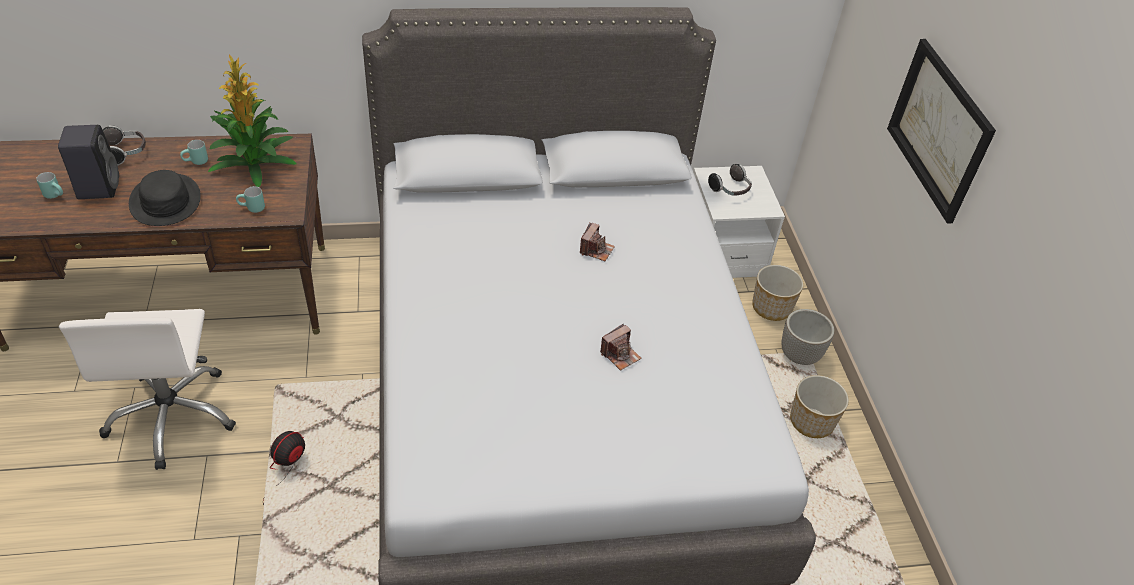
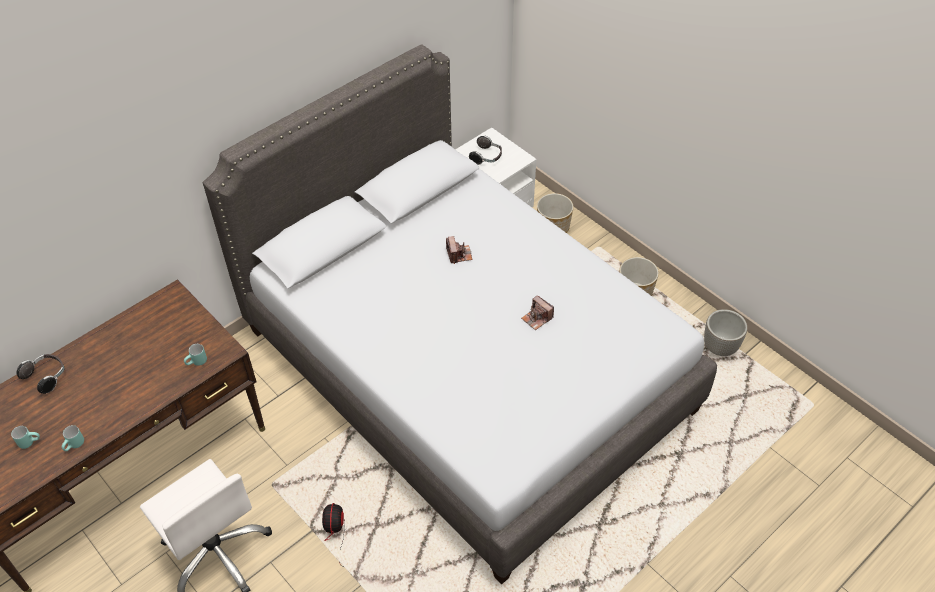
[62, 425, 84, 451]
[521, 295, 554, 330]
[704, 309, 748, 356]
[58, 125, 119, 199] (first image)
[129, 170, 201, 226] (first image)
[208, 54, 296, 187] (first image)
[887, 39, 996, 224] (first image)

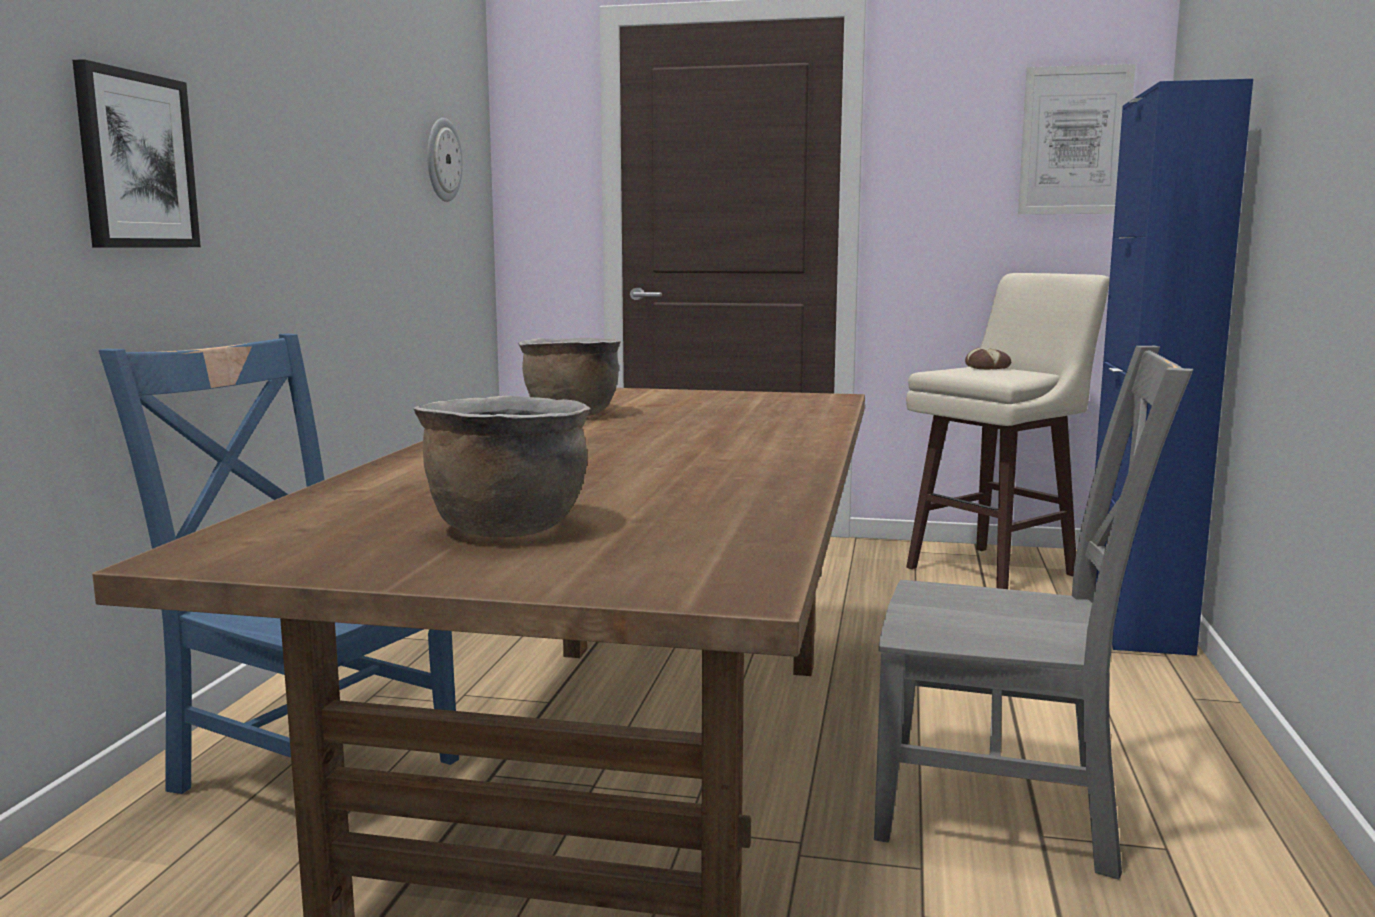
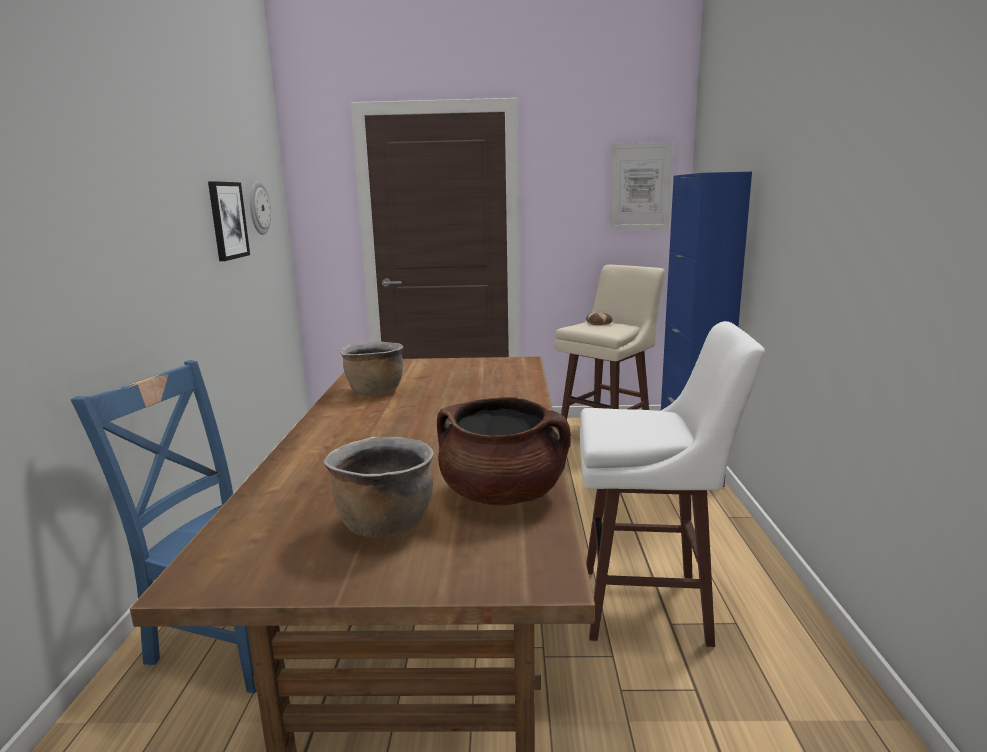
[208, 181, 250, 261]
[437, 397, 571, 505]
[580, 321, 765, 647]

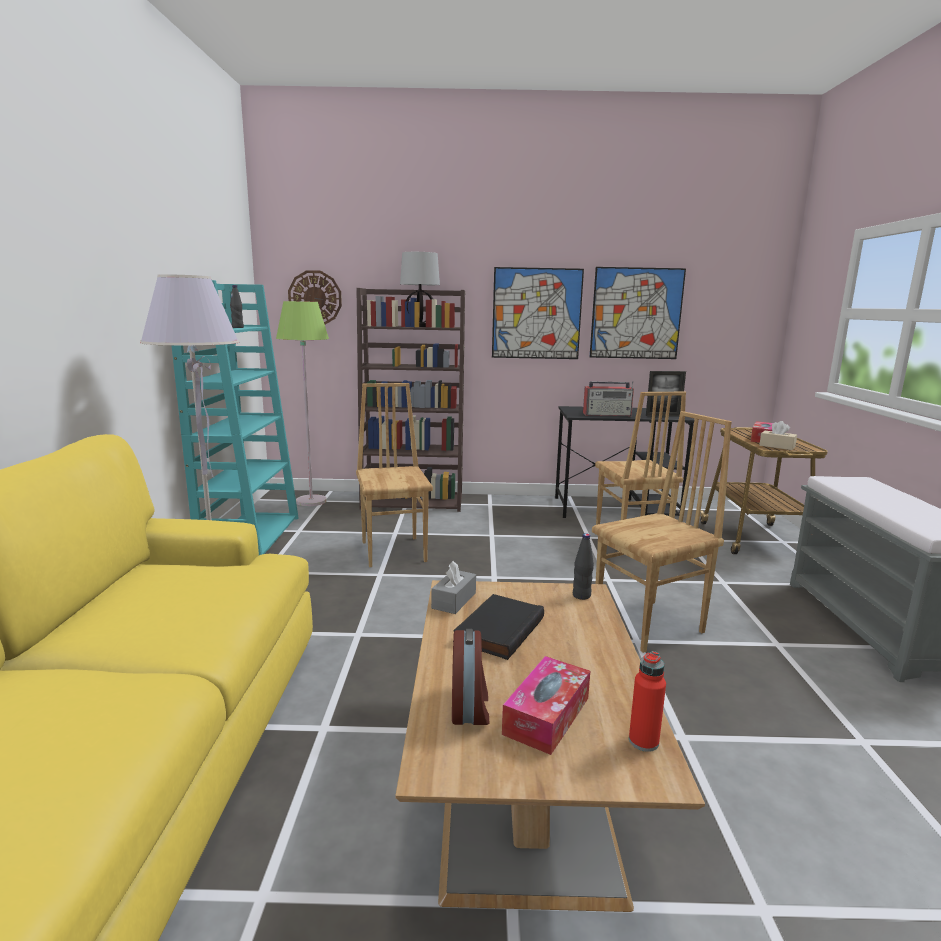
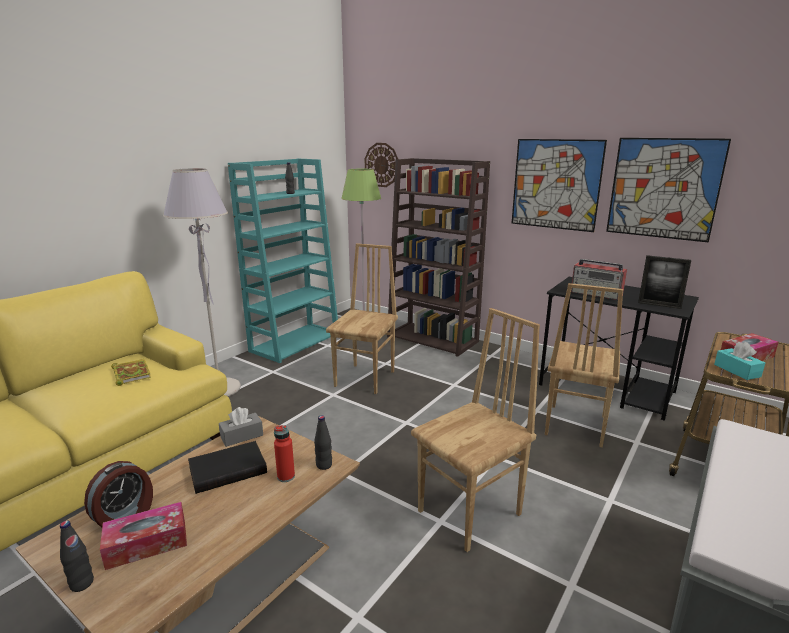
[60, 521, 94, 592]
[111, 359, 151, 386]
[274, 425, 295, 482]
[411, 308, 540, 552]
[714, 342, 765, 380]
[400, 252, 440, 327] (first image)

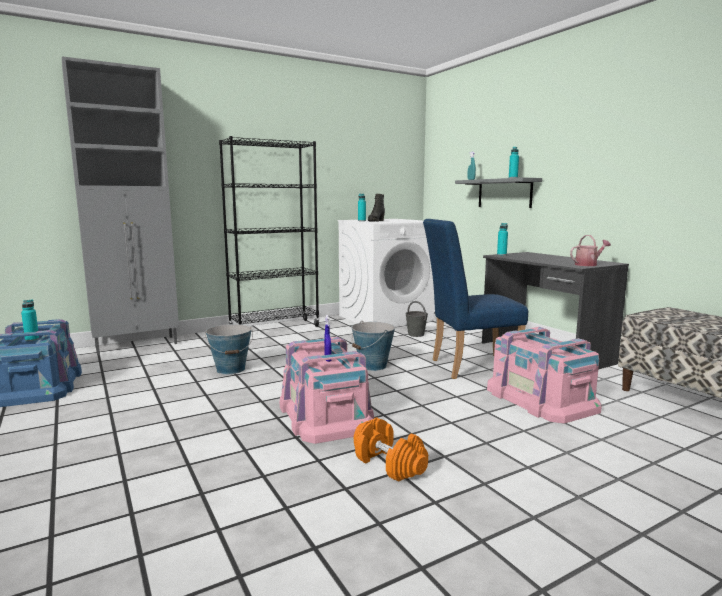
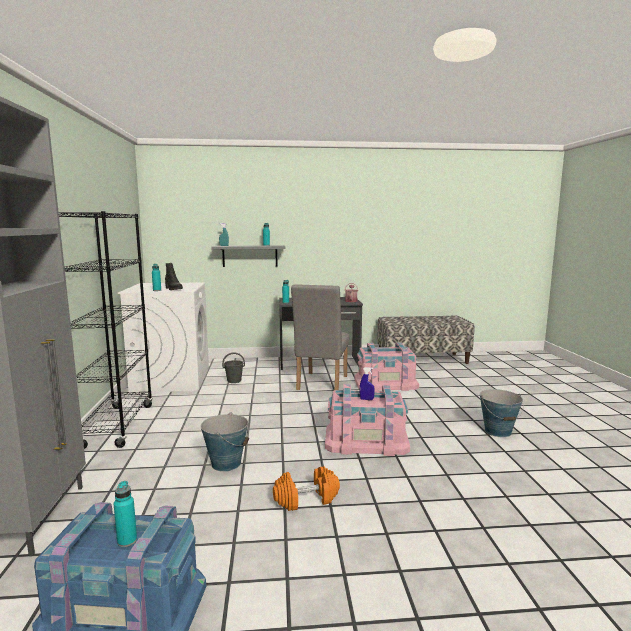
[273, 466, 340, 511]
[291, 284, 349, 390]
[480, 389, 524, 437]

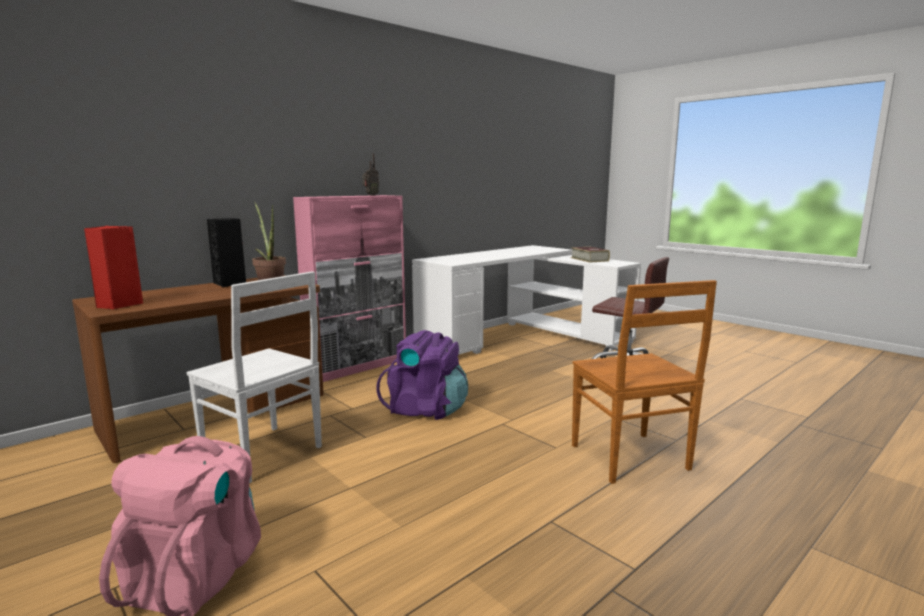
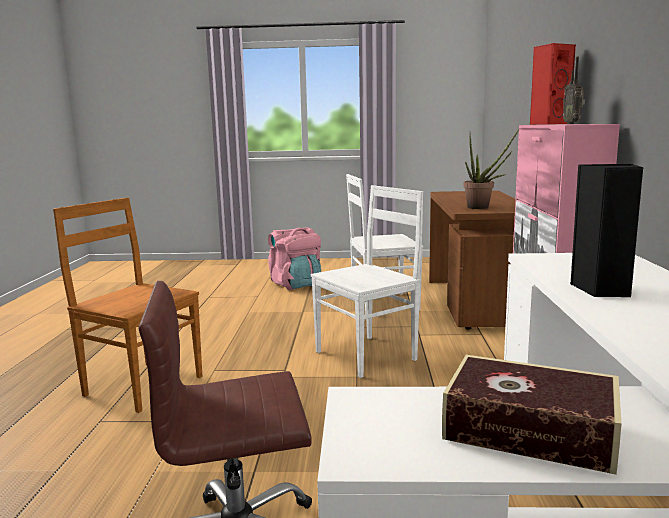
[311, 185, 423, 378]
[530, 43, 576, 125]
[569, 164, 643, 297]

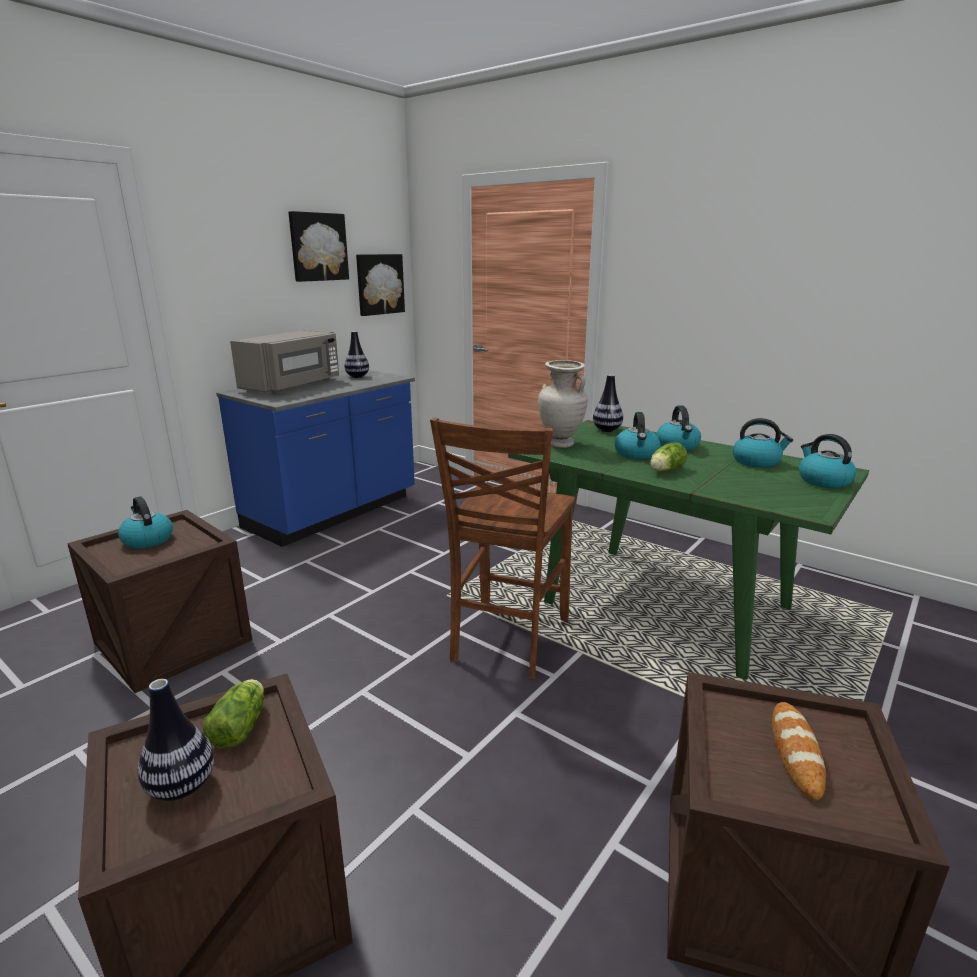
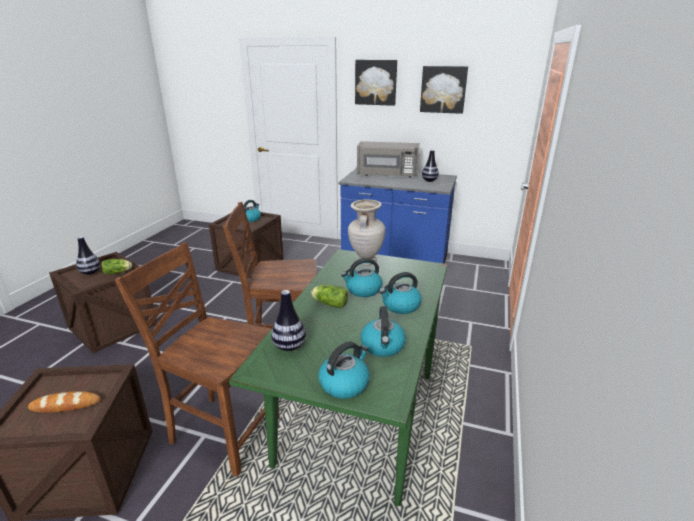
[115, 242, 280, 477]
[271, 290, 306, 351]
[355, 60, 397, 106]

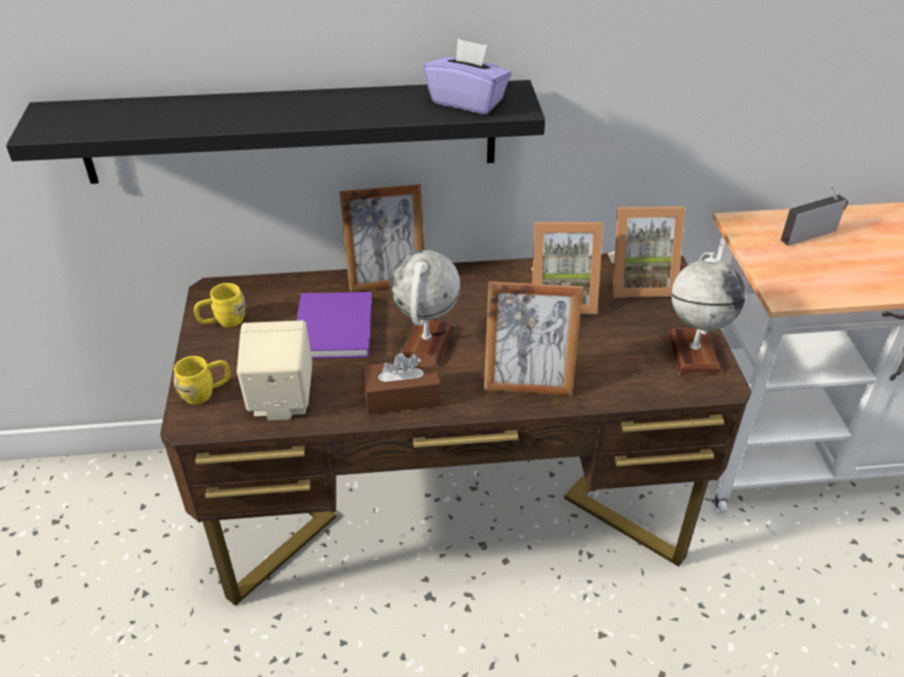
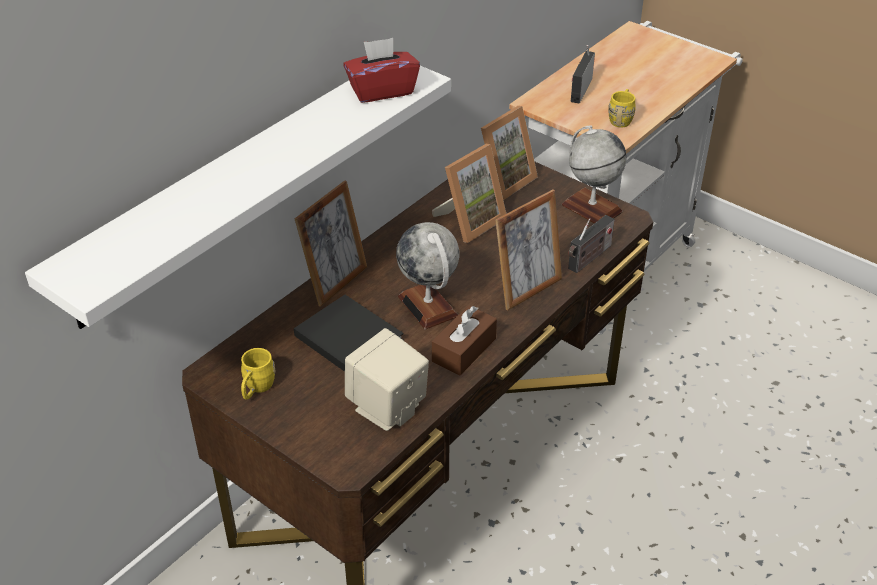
[25, 66, 451, 329]
[294, 295, 404, 372]
[343, 38, 420, 103]
[568, 215, 615, 273]
[608, 89, 636, 128]

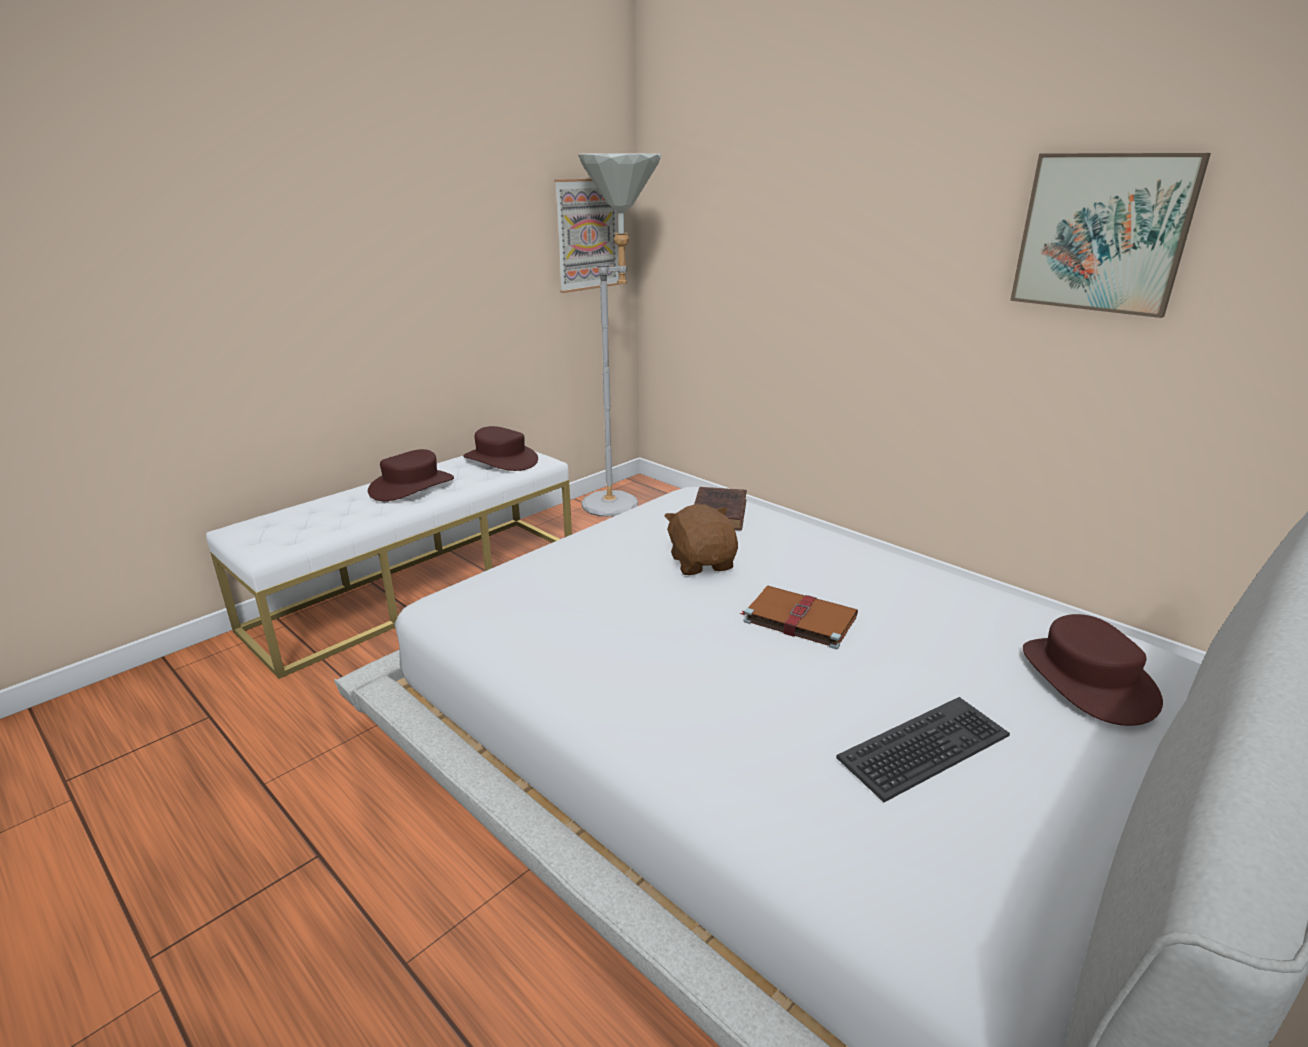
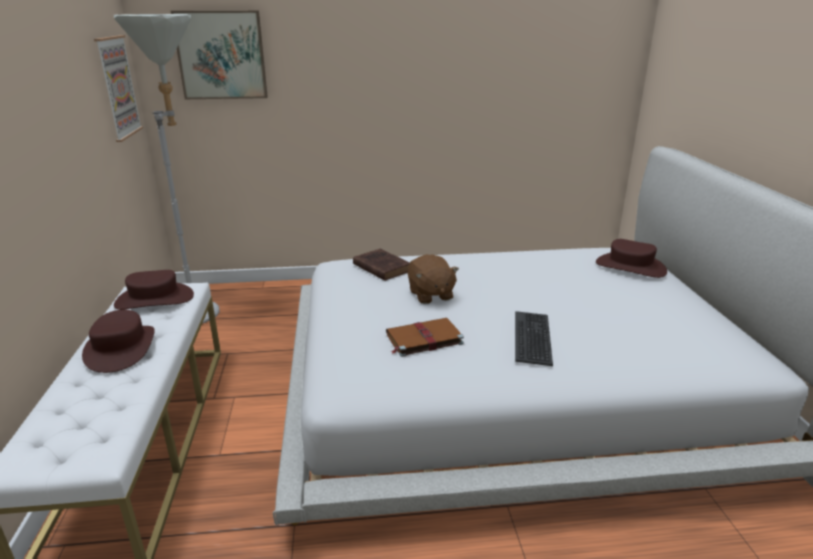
[171, 11, 268, 99]
[386, 318, 464, 357]
[408, 254, 459, 304]
[515, 311, 553, 366]

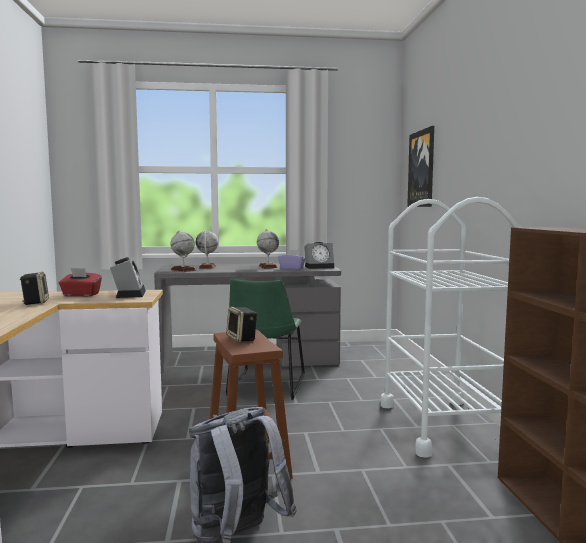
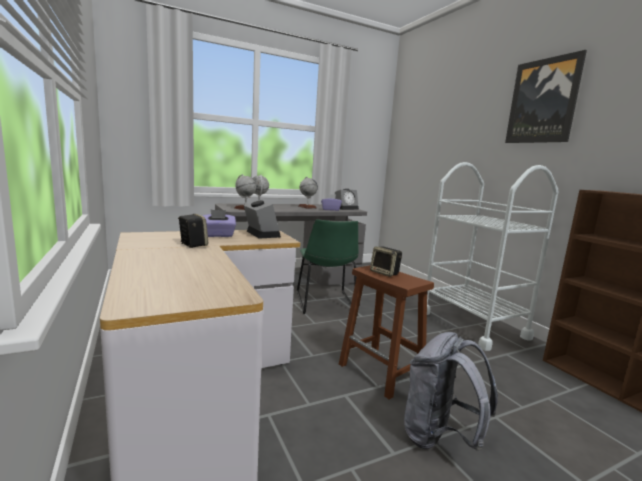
[202, 210, 236, 237]
[505, 50, 587, 143]

